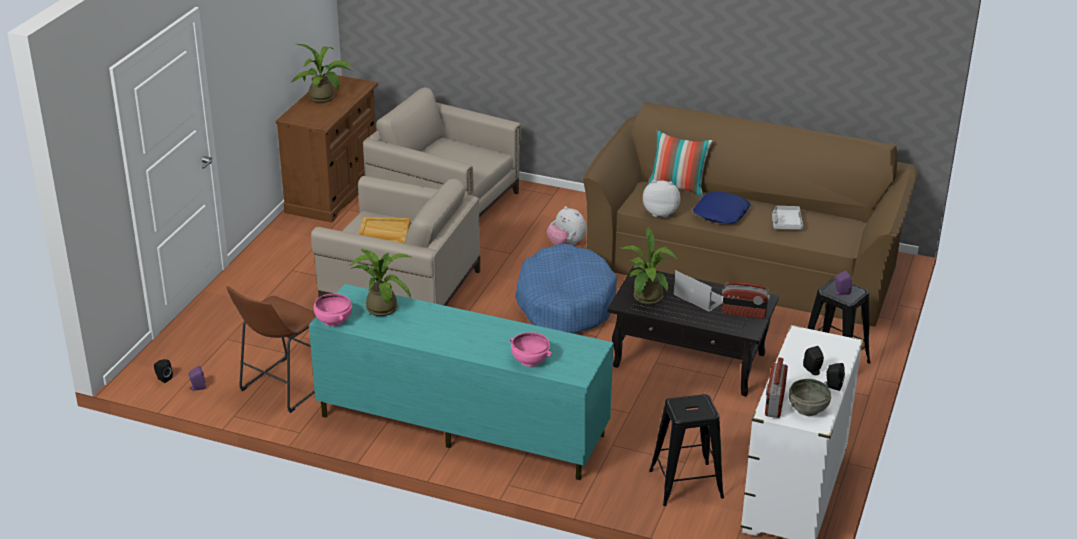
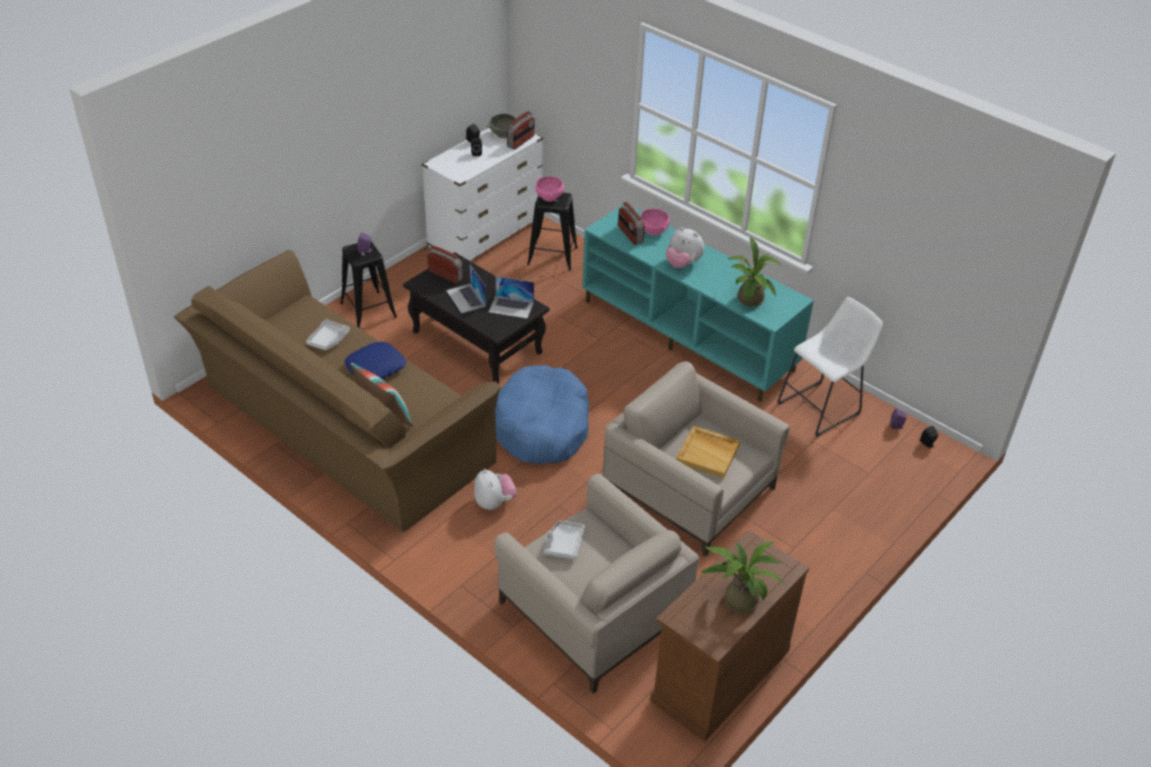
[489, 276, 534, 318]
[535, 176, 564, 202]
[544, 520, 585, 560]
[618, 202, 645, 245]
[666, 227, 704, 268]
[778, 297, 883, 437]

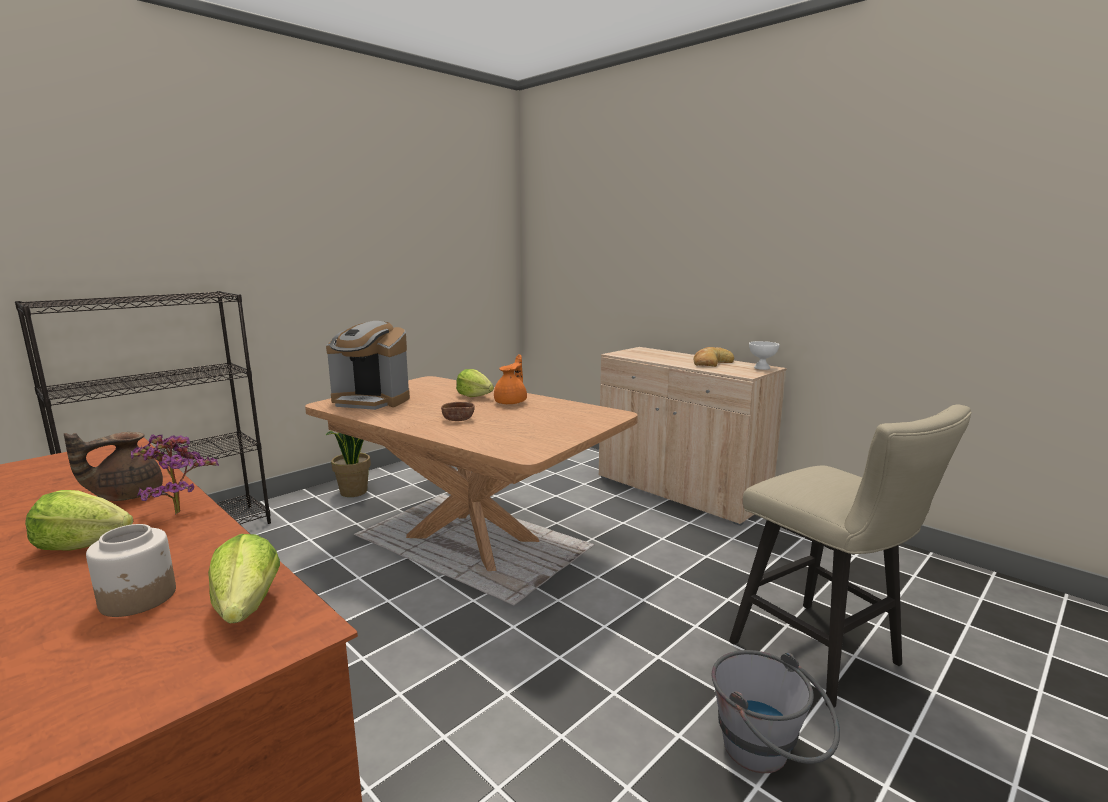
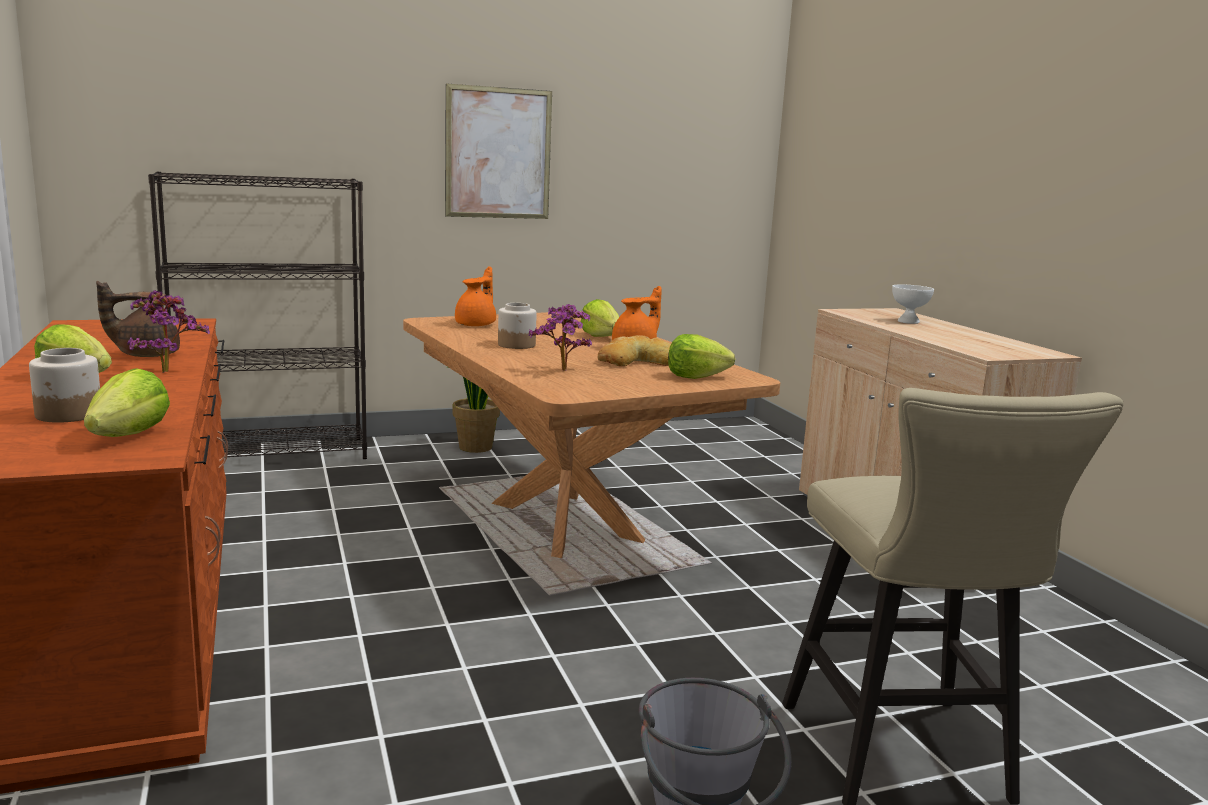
[445, 83, 552, 219]
[455, 267, 496, 326]
[498, 303, 537, 349]
[529, 304, 592, 371]
[598, 335, 671, 366]
[668, 334, 735, 379]
[892, 284, 934, 324]
[441, 402, 475, 421] (first image)

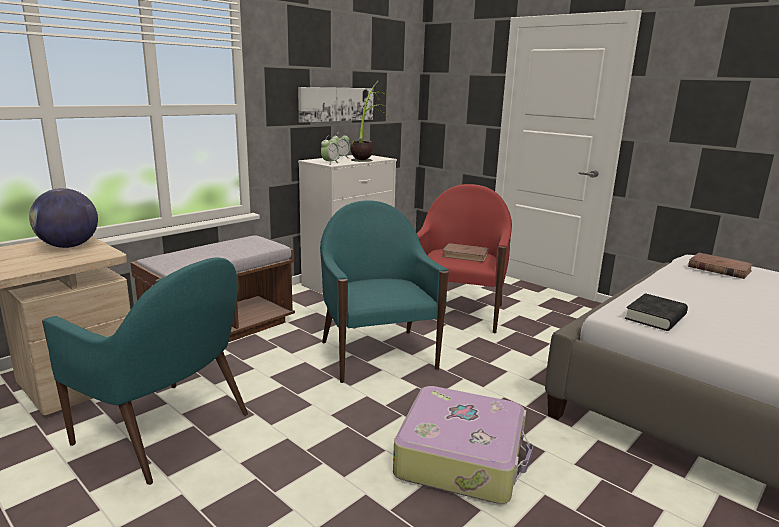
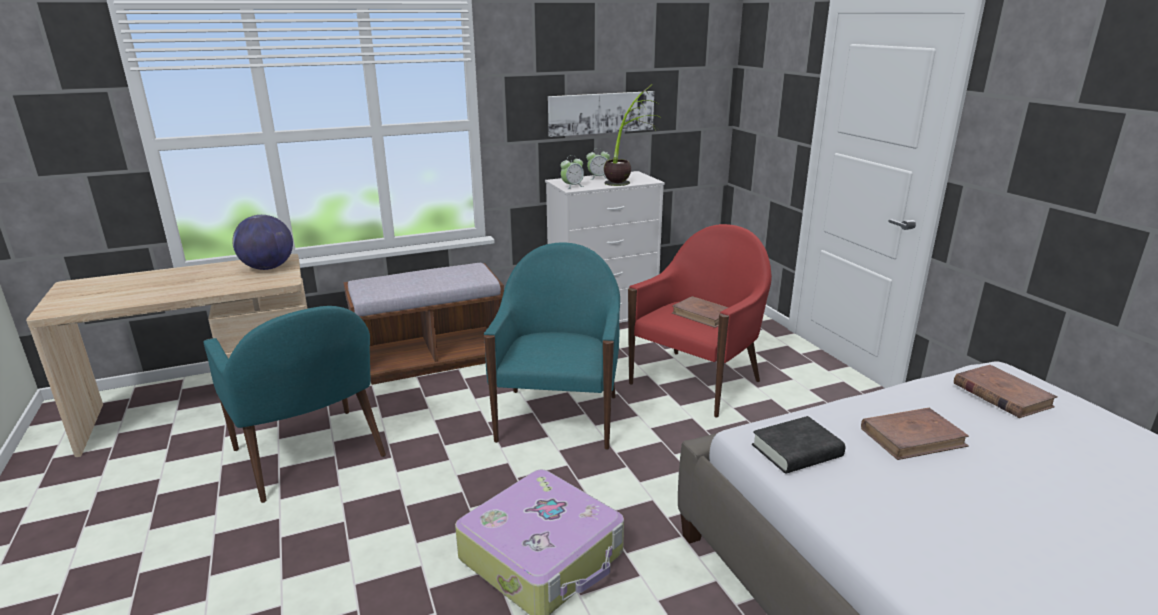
[861, 408, 969, 460]

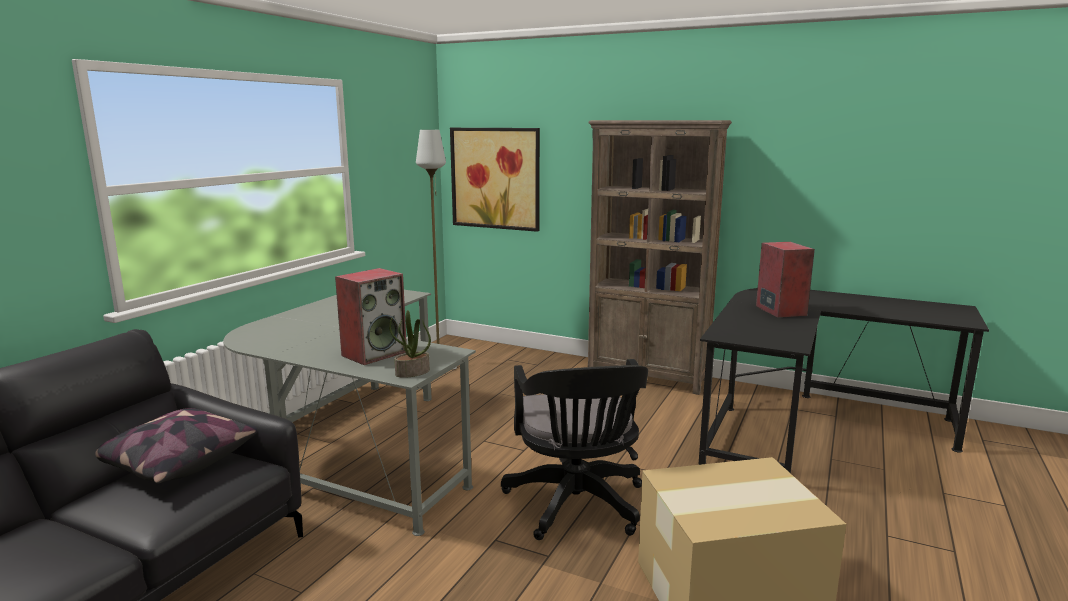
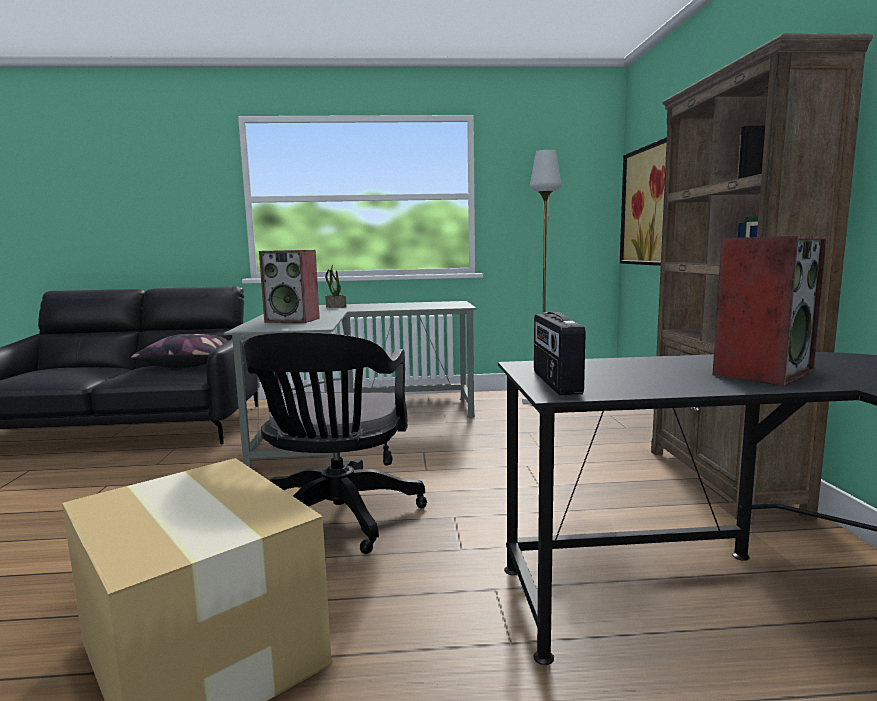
[244, 331, 427, 554]
[325, 265, 346, 308]
[534, 312, 586, 395]

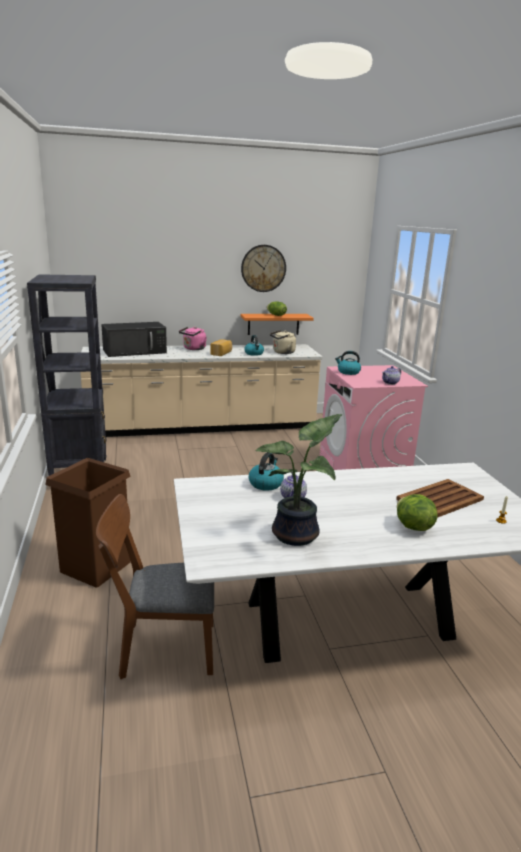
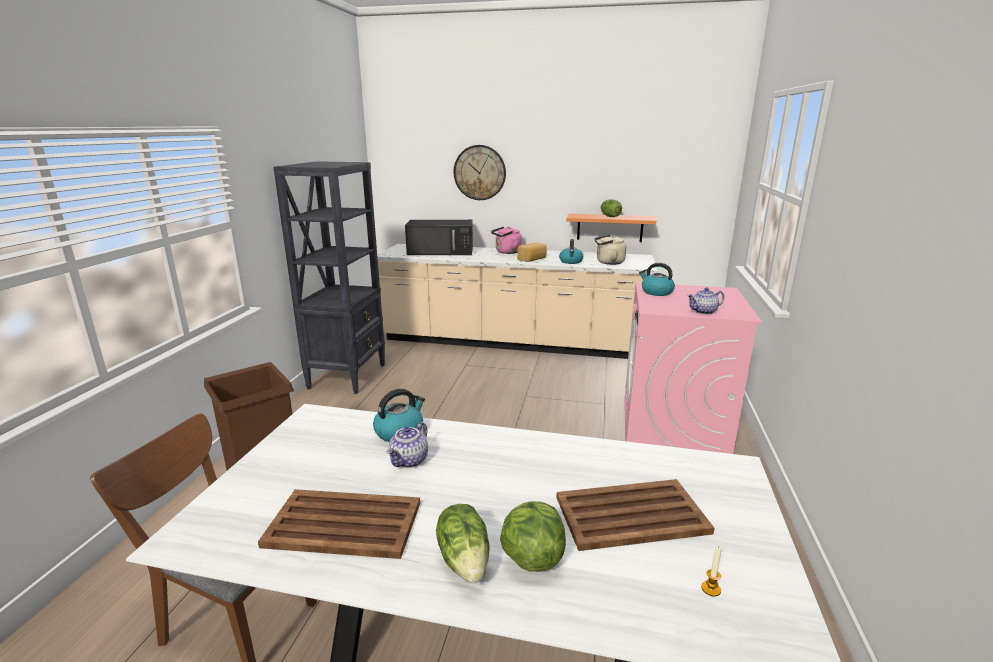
[258, 489, 420, 559]
[436, 504, 490, 583]
[454, 145, 506, 200]

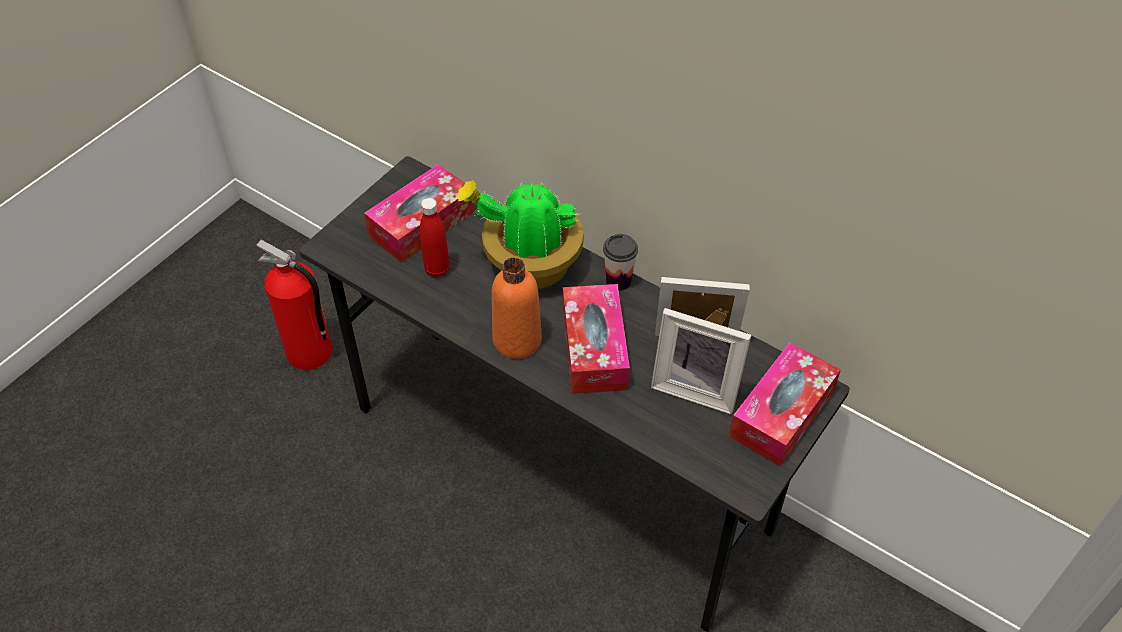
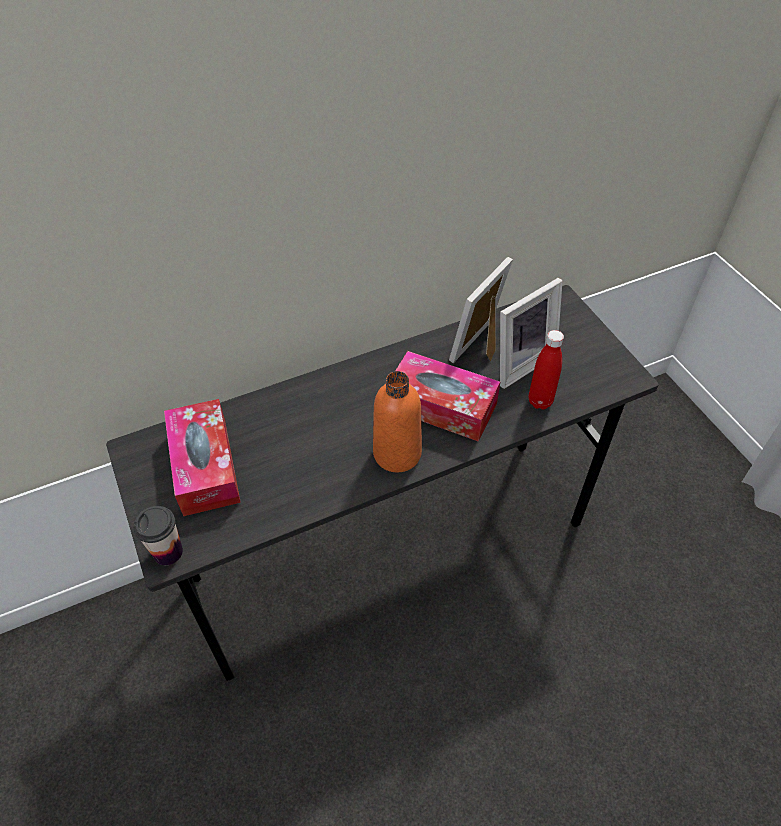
[133, 506, 183, 565]
[529, 330, 564, 410]
[257, 240, 332, 370] (first image)
[456, 179, 584, 289] (first image)
[729, 343, 841, 466] (first image)

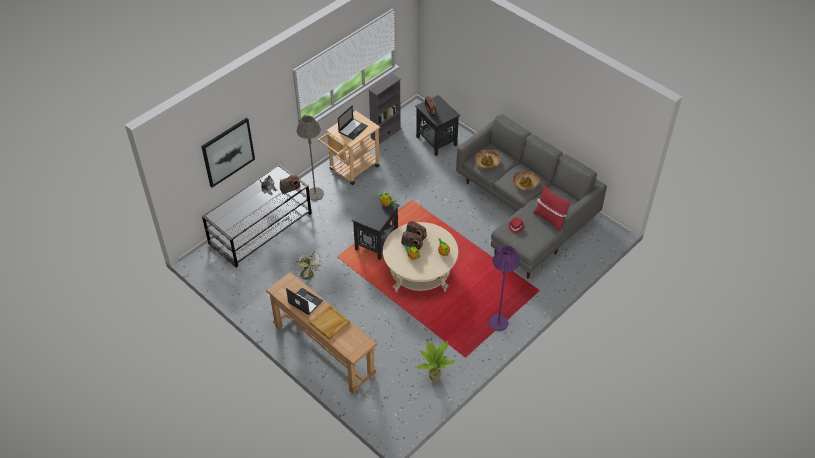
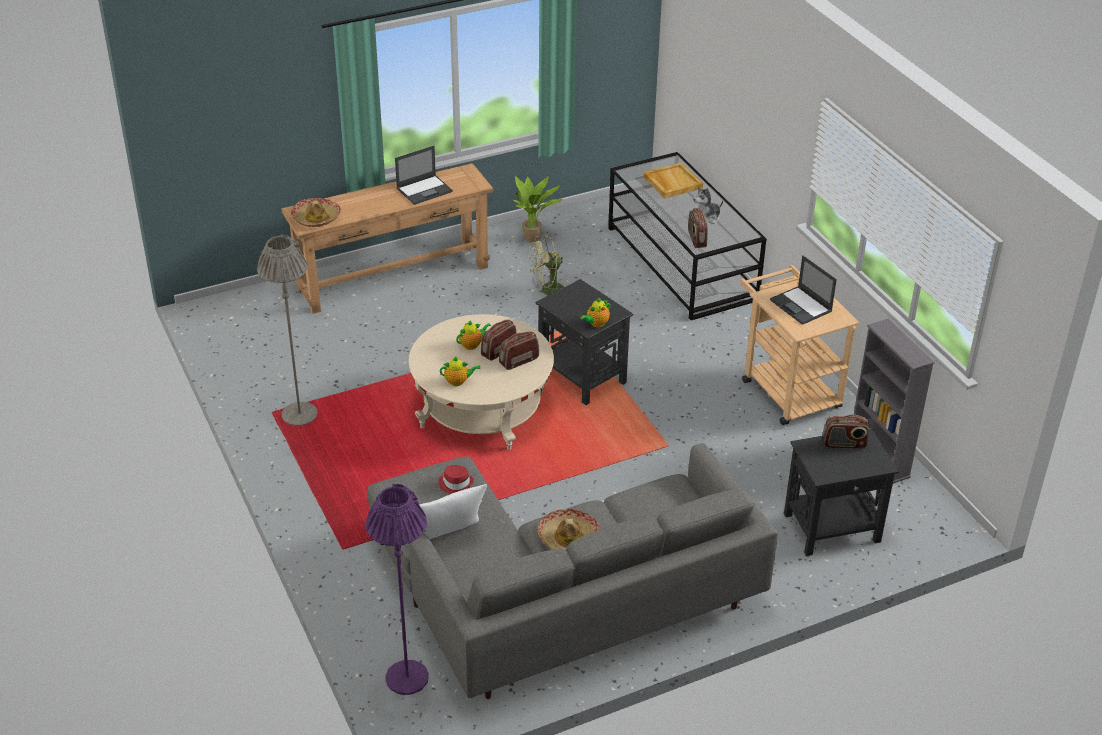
[257, 234, 318, 426]
[291, 198, 341, 227]
[366, 484, 429, 695]
[406, 484, 487, 545]
[513, 176, 563, 242]
[643, 163, 703, 199]
[201, 118, 255, 188] (first image)

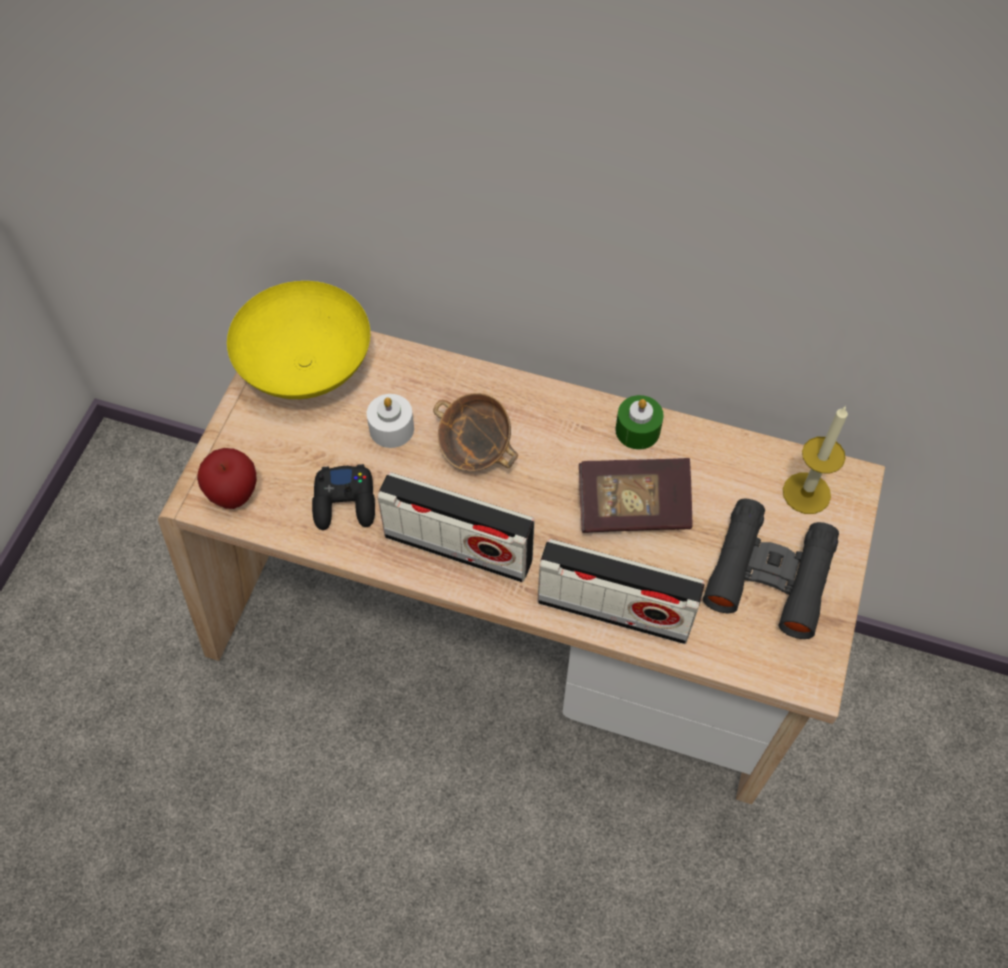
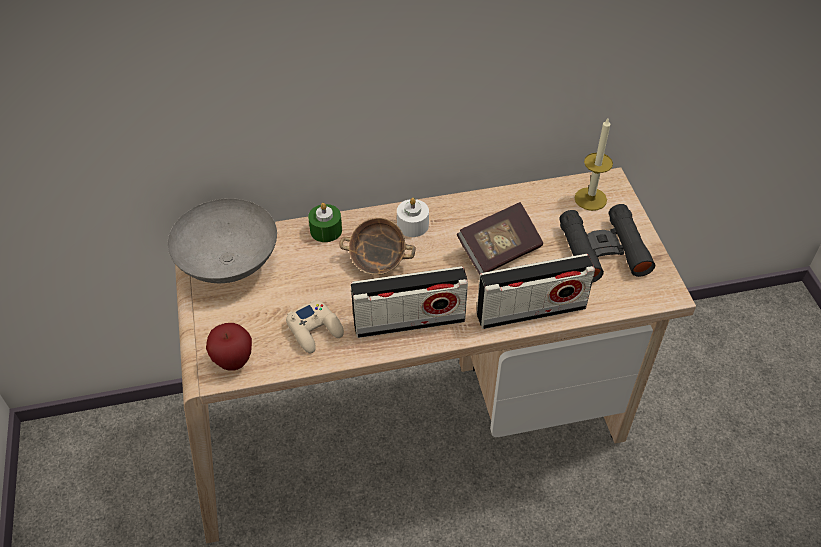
[167, 198, 277, 283]
[286, 299, 344, 353]
[308, 203, 342, 242]
[397, 198, 429, 237]

